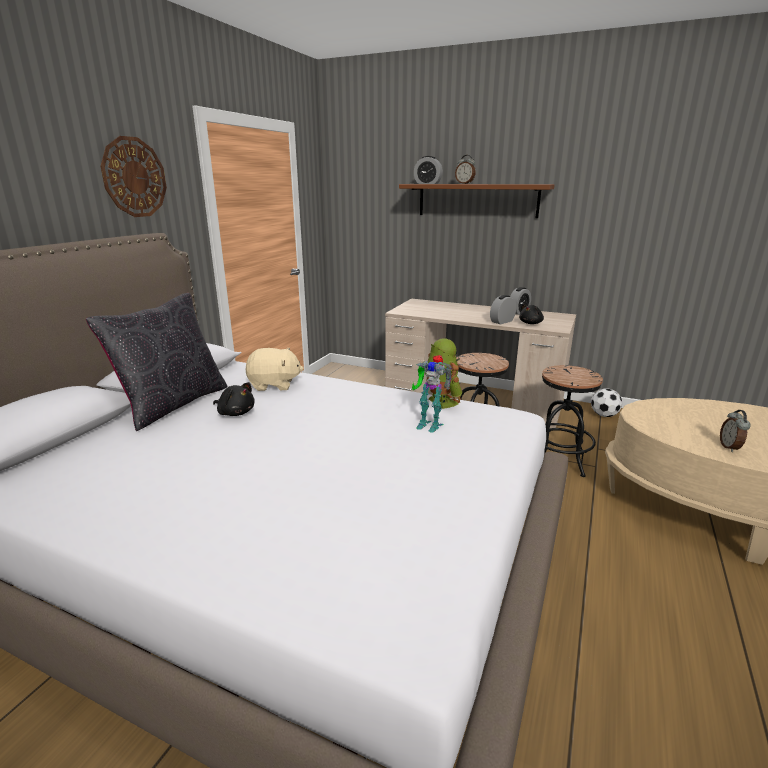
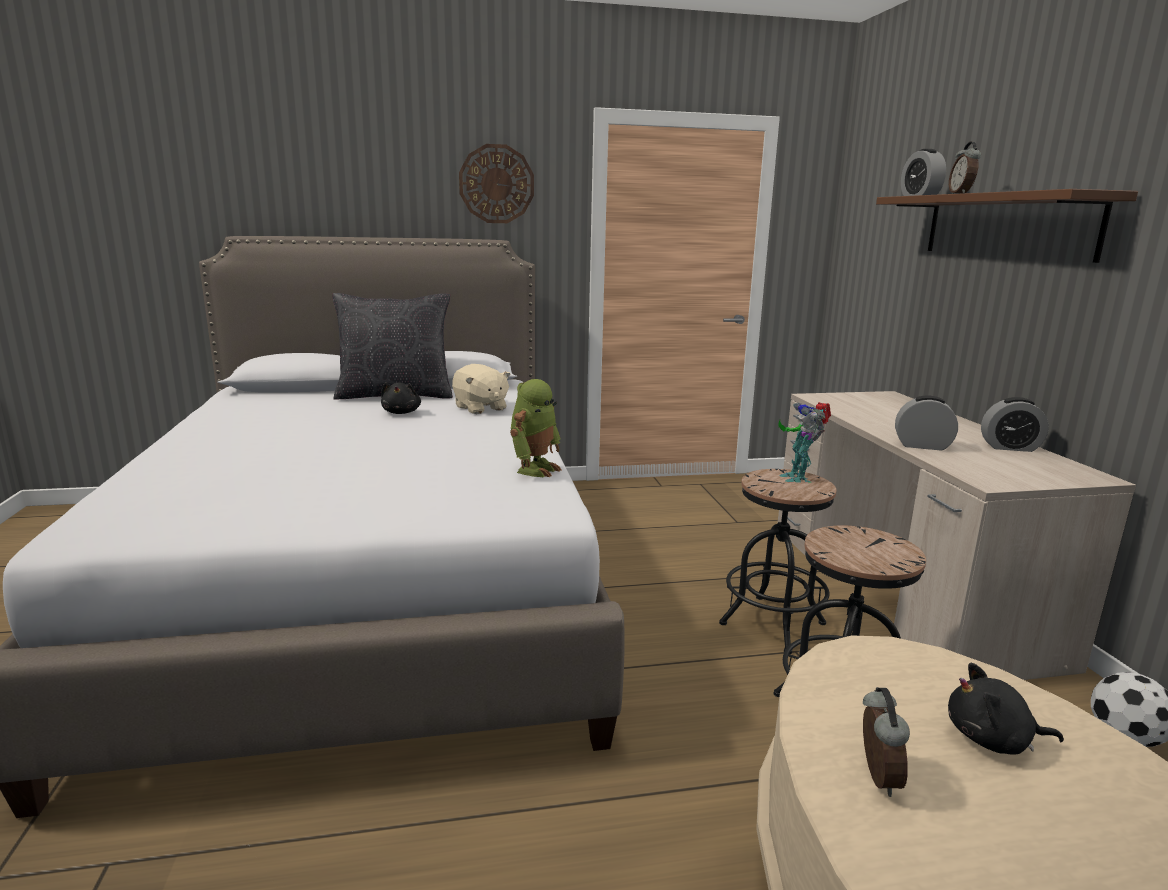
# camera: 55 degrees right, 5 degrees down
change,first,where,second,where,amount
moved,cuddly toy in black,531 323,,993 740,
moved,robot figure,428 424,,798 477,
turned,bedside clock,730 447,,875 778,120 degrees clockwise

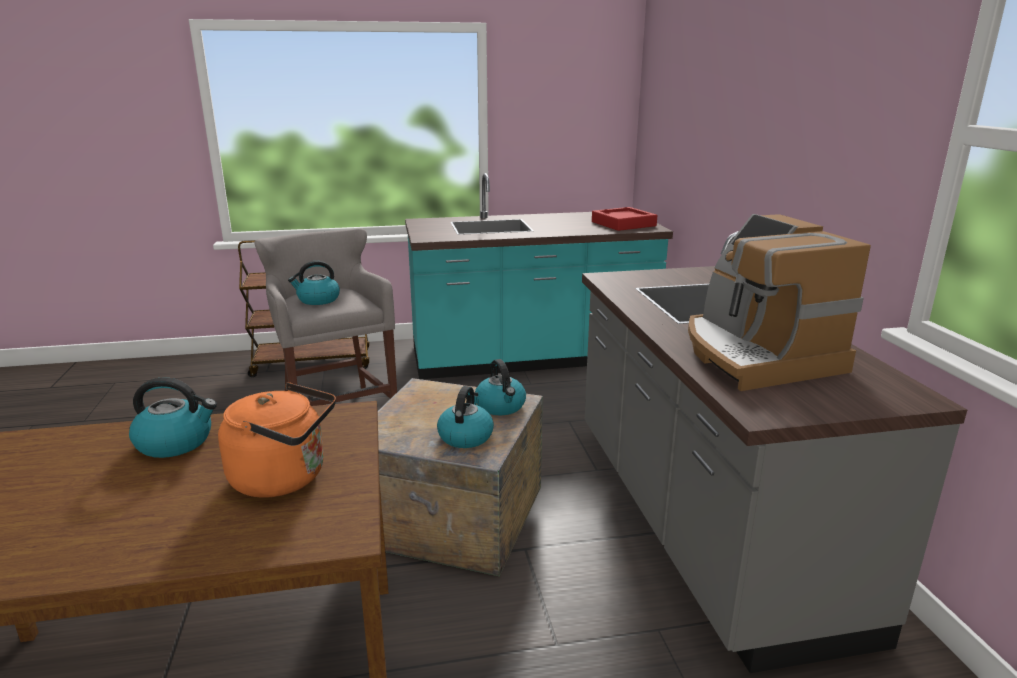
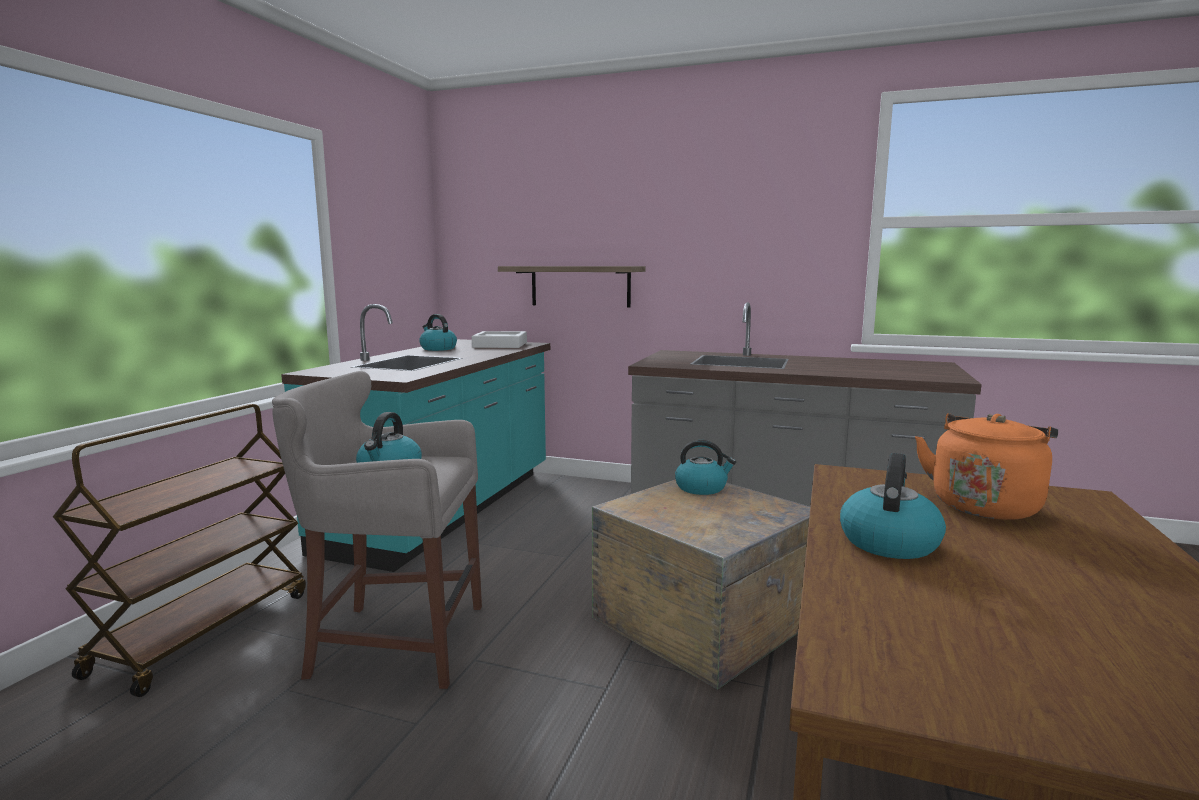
# camera: 60 degrees left, 10 degrees down
change,first,where,second,where,amount
recoloured,carrying tray in reddish,623 224,carrying tray in whitish,500 345,
removed,coffee maker,755 355,,,
moved,kettle,465 436,,437 348,
added,,,shelf,580 286,

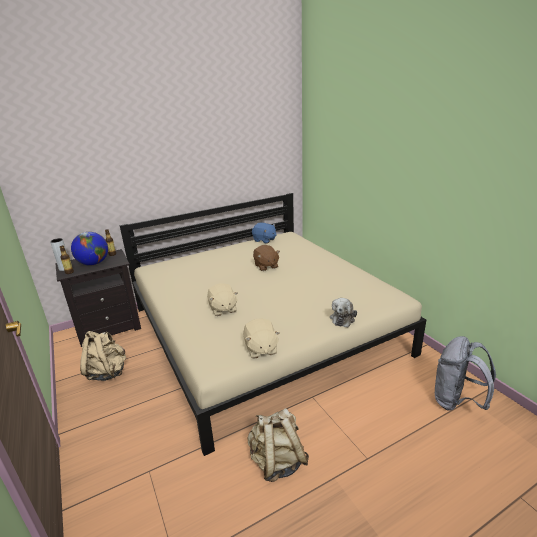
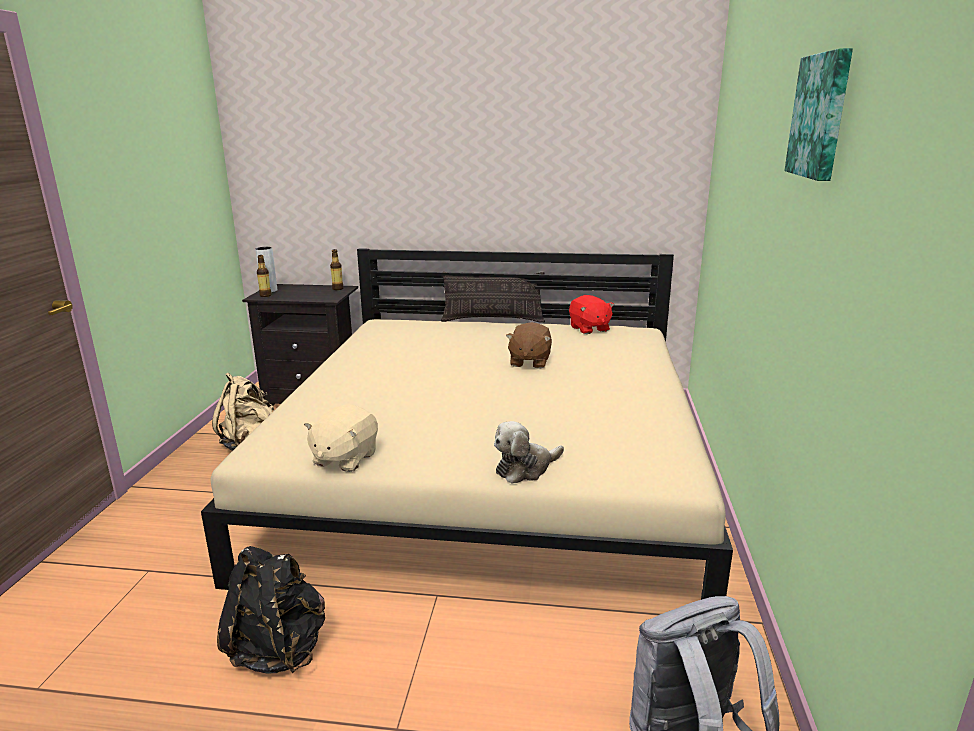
# camera: 35 degrees right, 5 degrees down
change,first,where,second,where,amount
recoloured,cuddly toy in blue,264 240,cuddly toy in reddish,589 329,
removed,globe,94 263,,,
removed,cuddly toy in beige-coloured,222 309,,,
recoloured,knapsack in beige-coloured,277 461,knapsack in black,279 649,
added,,,wall picture,821 116,
added,,,cushion,493 320,

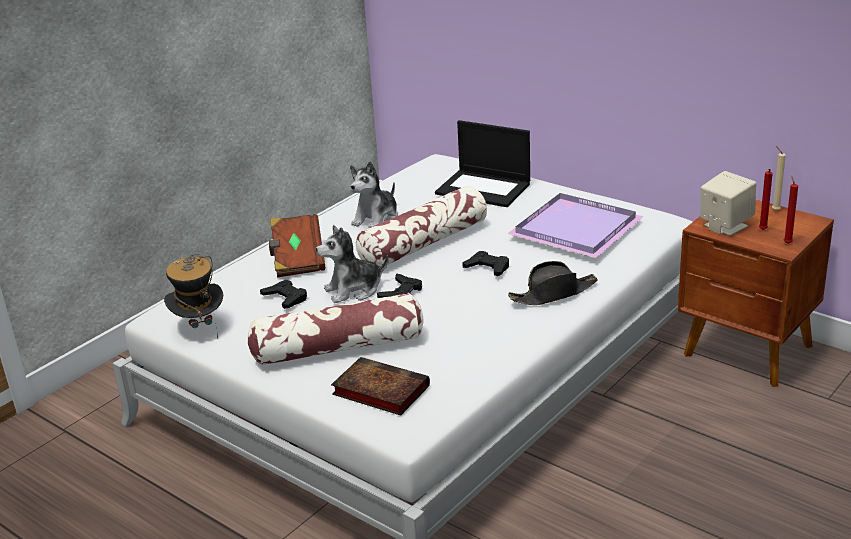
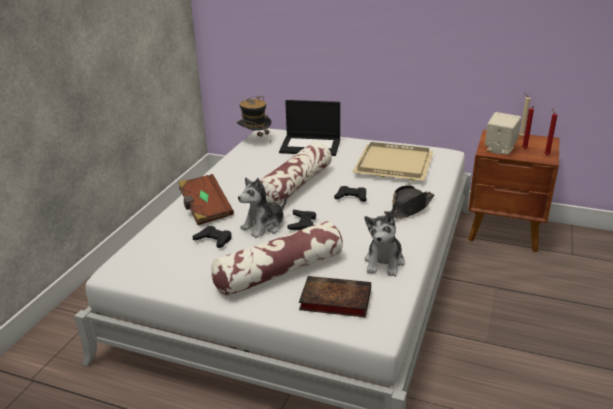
# camera: 20 degrees left, 0 degrees up
change,first,where,second,where,amount
moved,cuddly toy,376 219,,384 262,
recoloured,carrying tray in purple-coloured,575 228,carrying tray in beige-coloured,392 163,
moved,clothing hat,199 328,,255 140,

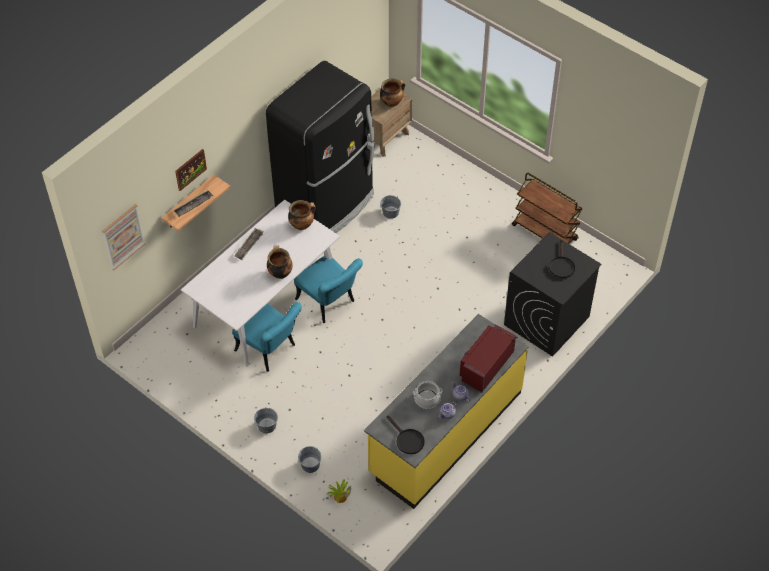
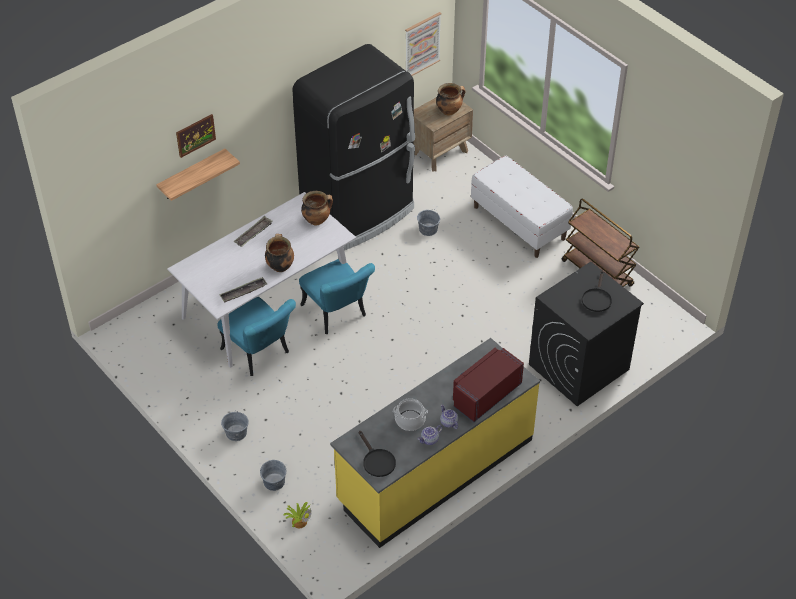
# camera: 10 degrees right, 5 degrees down
change,first,where,second,where,amount
moved,carrying tray,193 205,,243 292,
moved,wall picture,123 236,,422 45,
added,,,indoor bench in whitish,519 223,

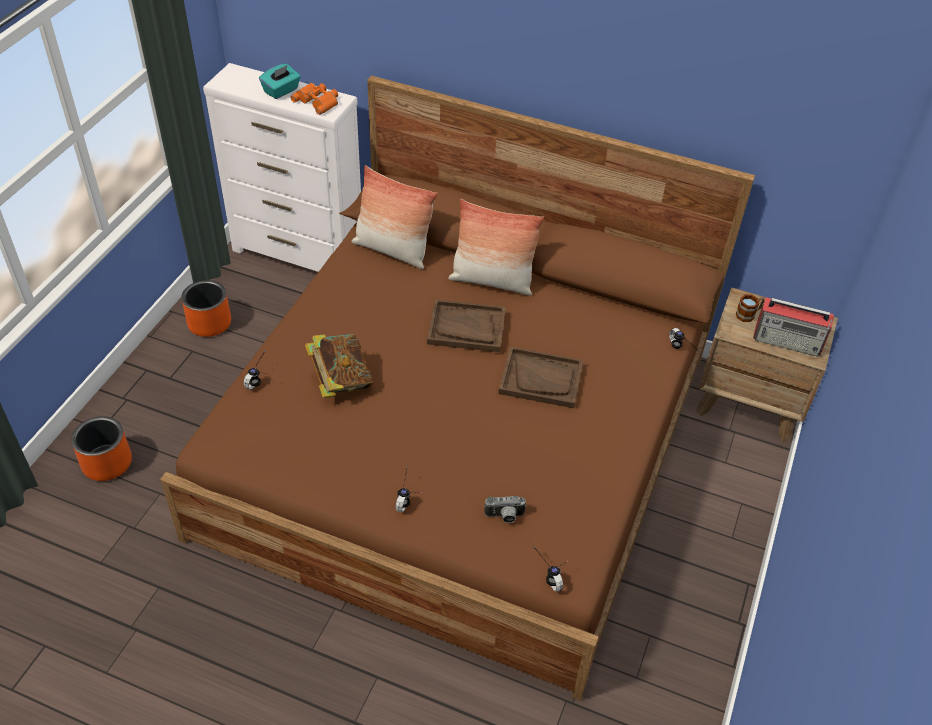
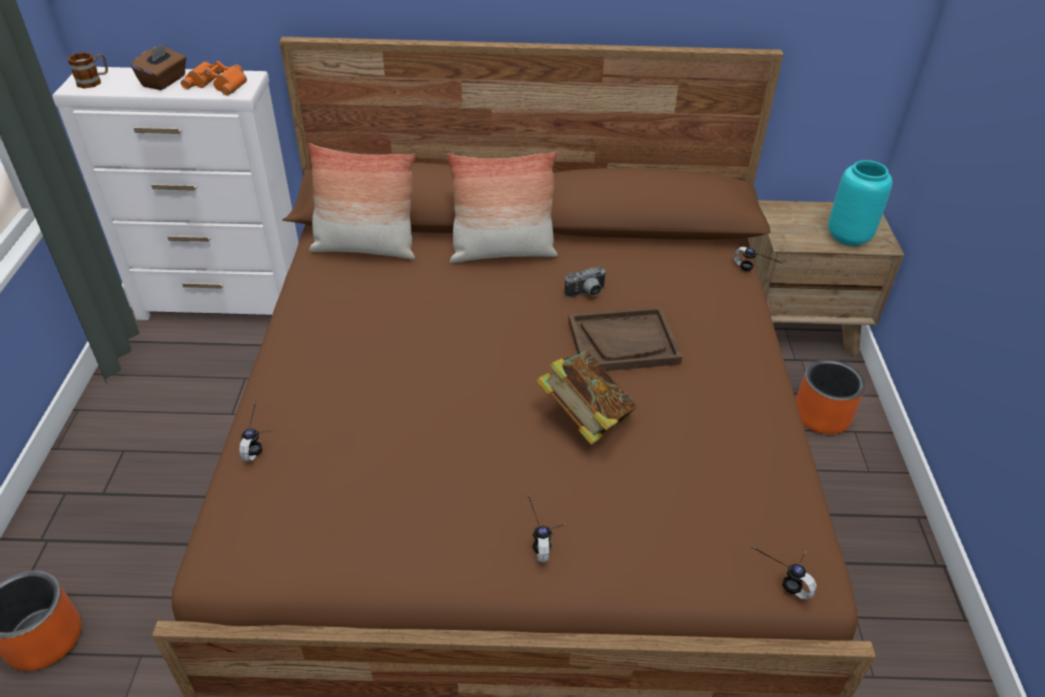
# camera: 20 degrees left, 5 degrees down
change,first,where,second,where,amount
recoloured,box of tissues in turquoise,281 91,box of tissues in brownish,164 81,
moved,planter in orange-coloured,209 322,,821 415,
moved,coffee mug,748 314,,94 81,
replaced,radio receiver,788 341,decorative vase in turquoise,849 236,
removed,carrying tray in brownish,466 328,,,
moved,volume,340 381,,585 419,
moved,photo camera,504 517,,586 294,

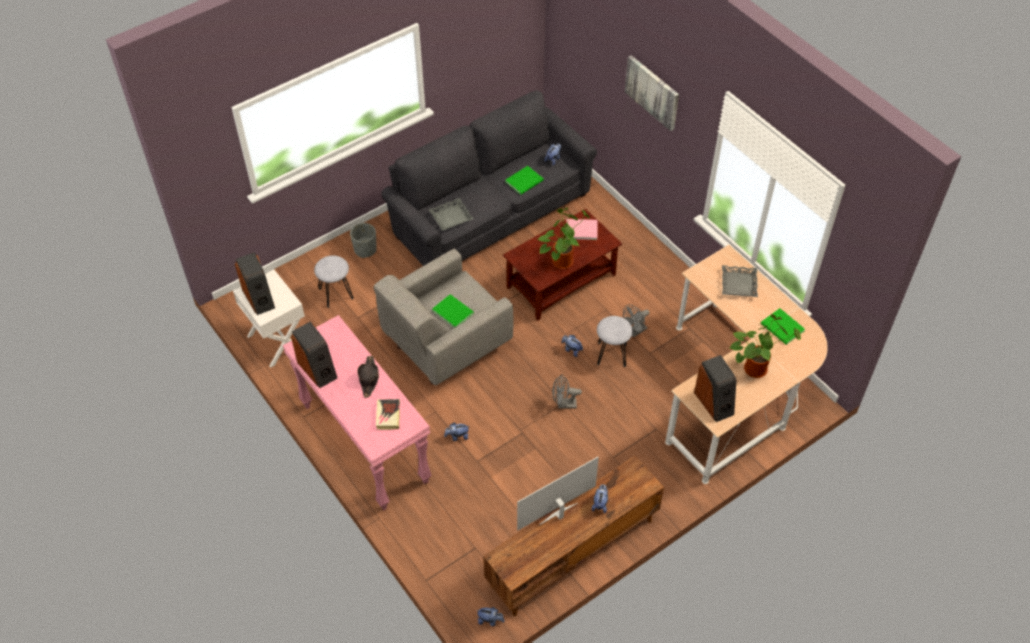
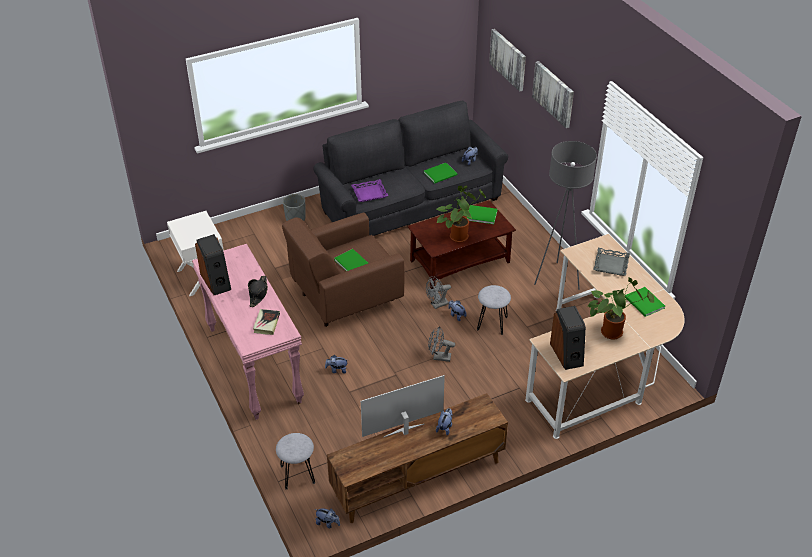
# camera: 10 degrees right, 10 degrees down
change,first,where,second,where,amount
recoloured,carrying tray in gray,451 217,carrying tray in purple-coloured,369 193,
recoloured,volume in pinkish,580 229,volume in greenish,481 215,
recoloured,easy chair in gray,444 345,easy chair in brownish,344 298,
removed,speaker,259 298,,,
moved,stool seat in gray,336 293,,298 474,
moved,fan in gray,634 332,,437 305,
added,,,wall picture,508 59,
added,,,standing lamp in gray,557 279,

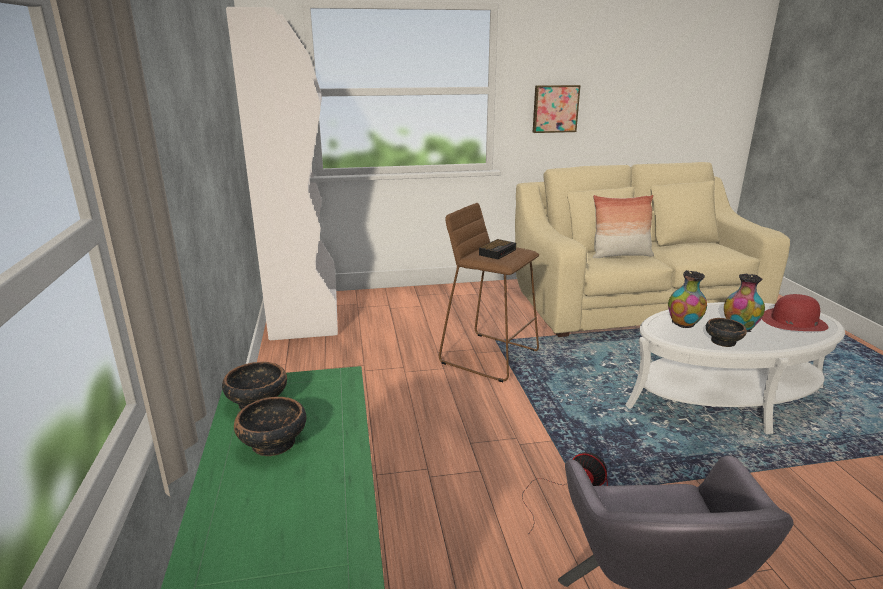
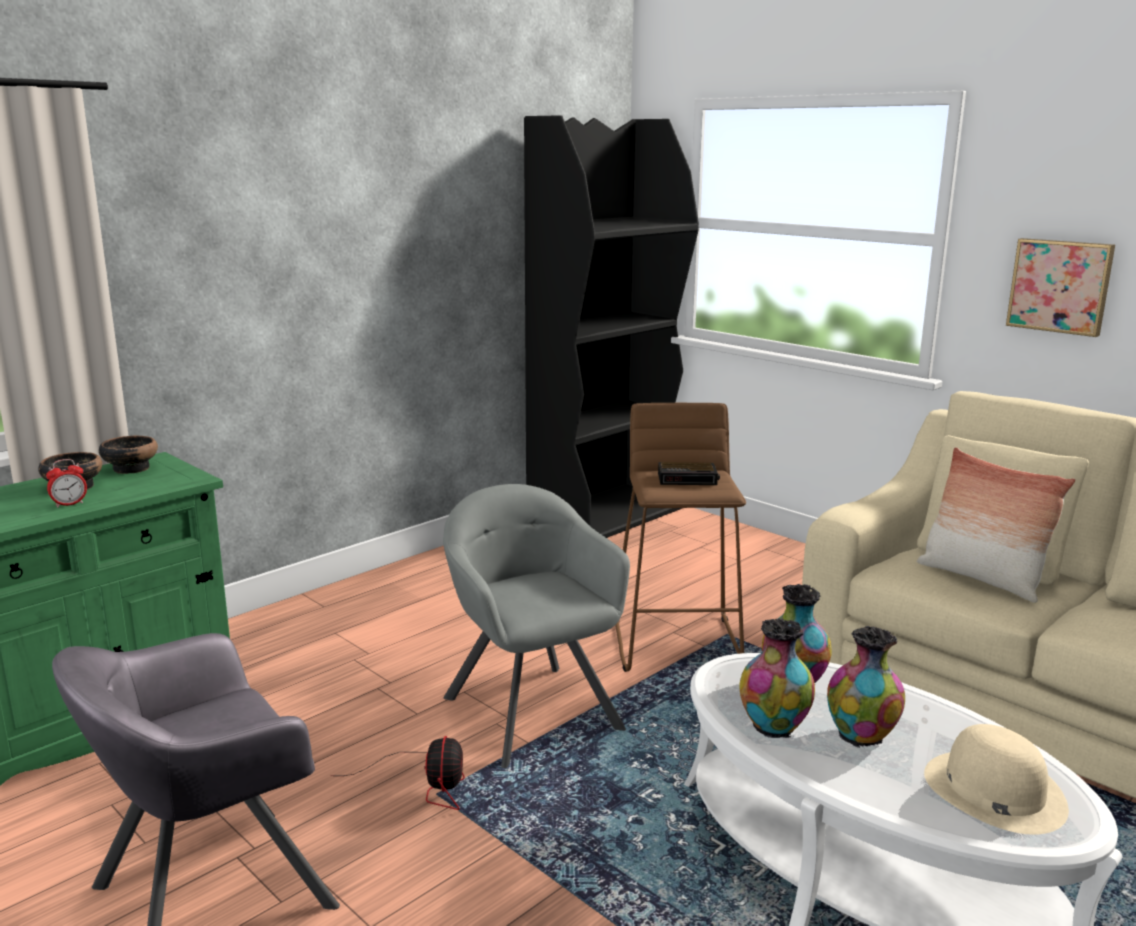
# camera: 55 degrees right, 5 degrees down
change,first,where,second,where,amount
recoloured,bookshelf in whitish,305 314,bookshelf in black,607 514,
recoloured,clothing hat in reddish,793 321,clothing hat in beige-coloured,993 790,
replaced,deep dish,722 341,decorative vase,774 727,
added,,,bedside clock,69 504,
added,,,easy chair in gray,532 712,

